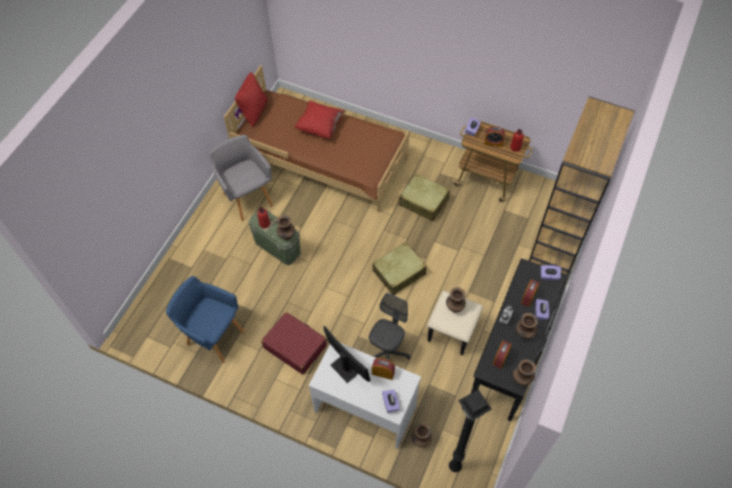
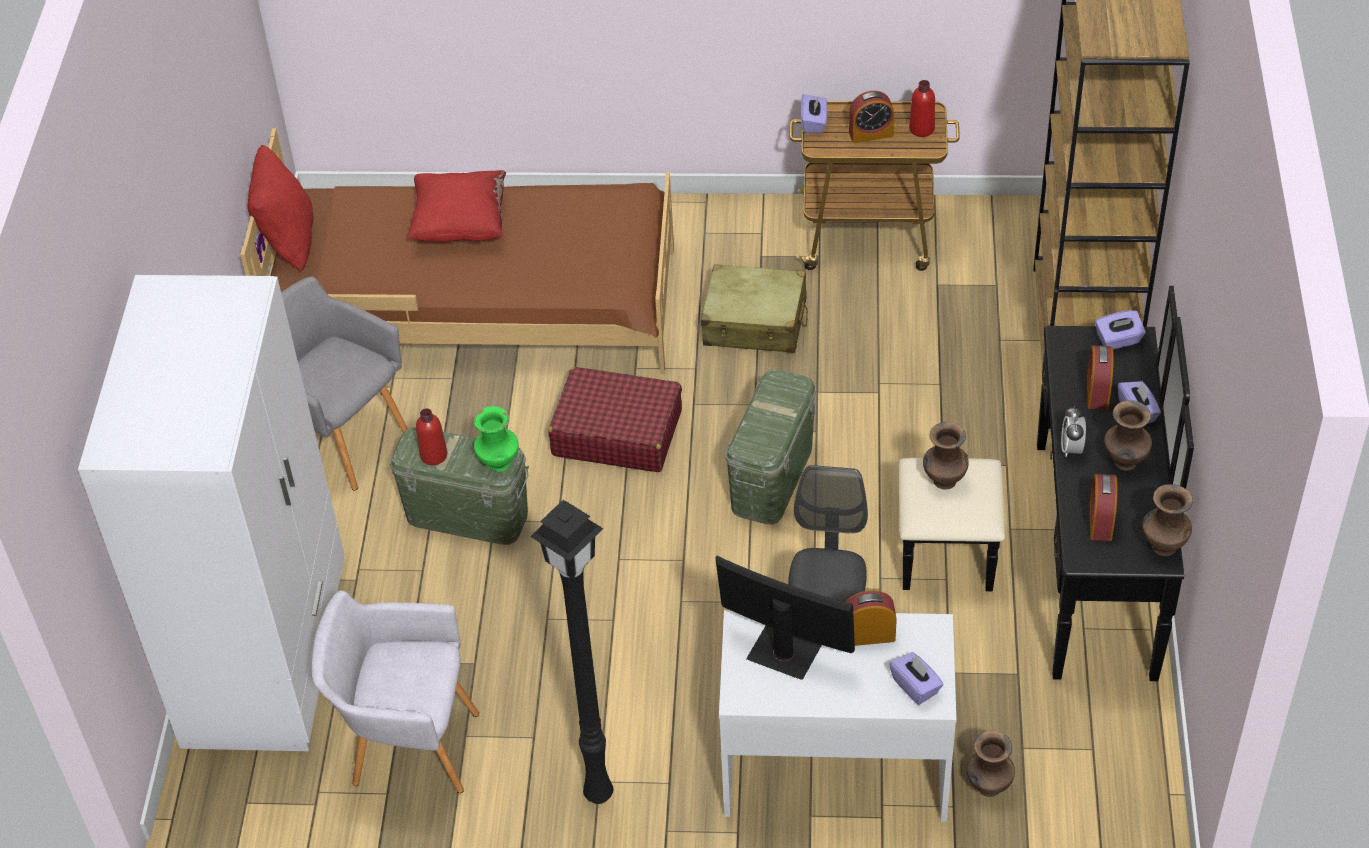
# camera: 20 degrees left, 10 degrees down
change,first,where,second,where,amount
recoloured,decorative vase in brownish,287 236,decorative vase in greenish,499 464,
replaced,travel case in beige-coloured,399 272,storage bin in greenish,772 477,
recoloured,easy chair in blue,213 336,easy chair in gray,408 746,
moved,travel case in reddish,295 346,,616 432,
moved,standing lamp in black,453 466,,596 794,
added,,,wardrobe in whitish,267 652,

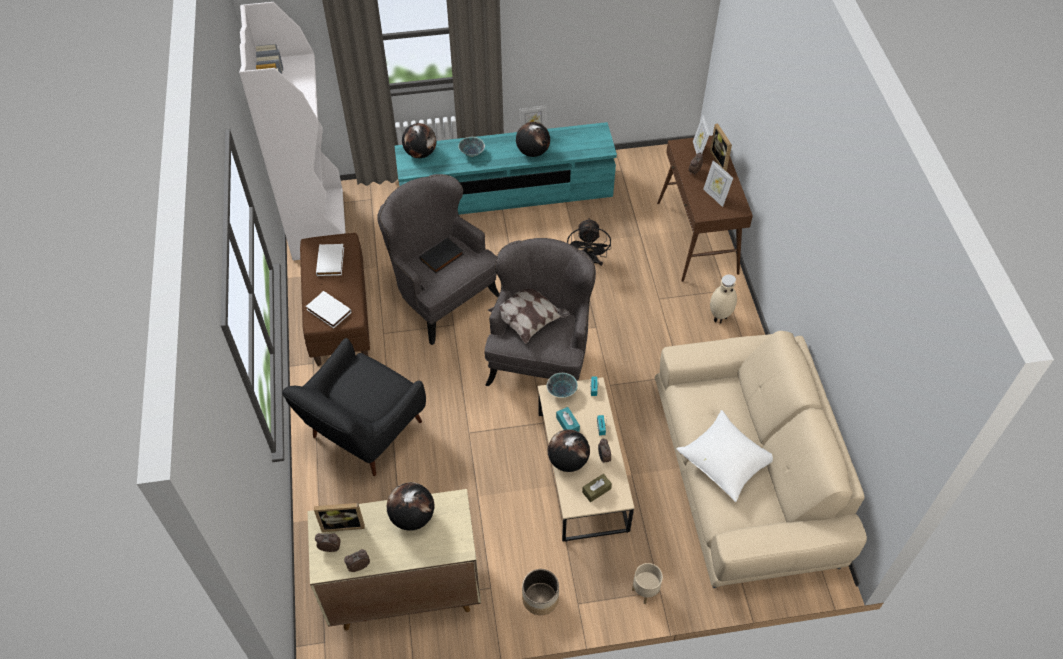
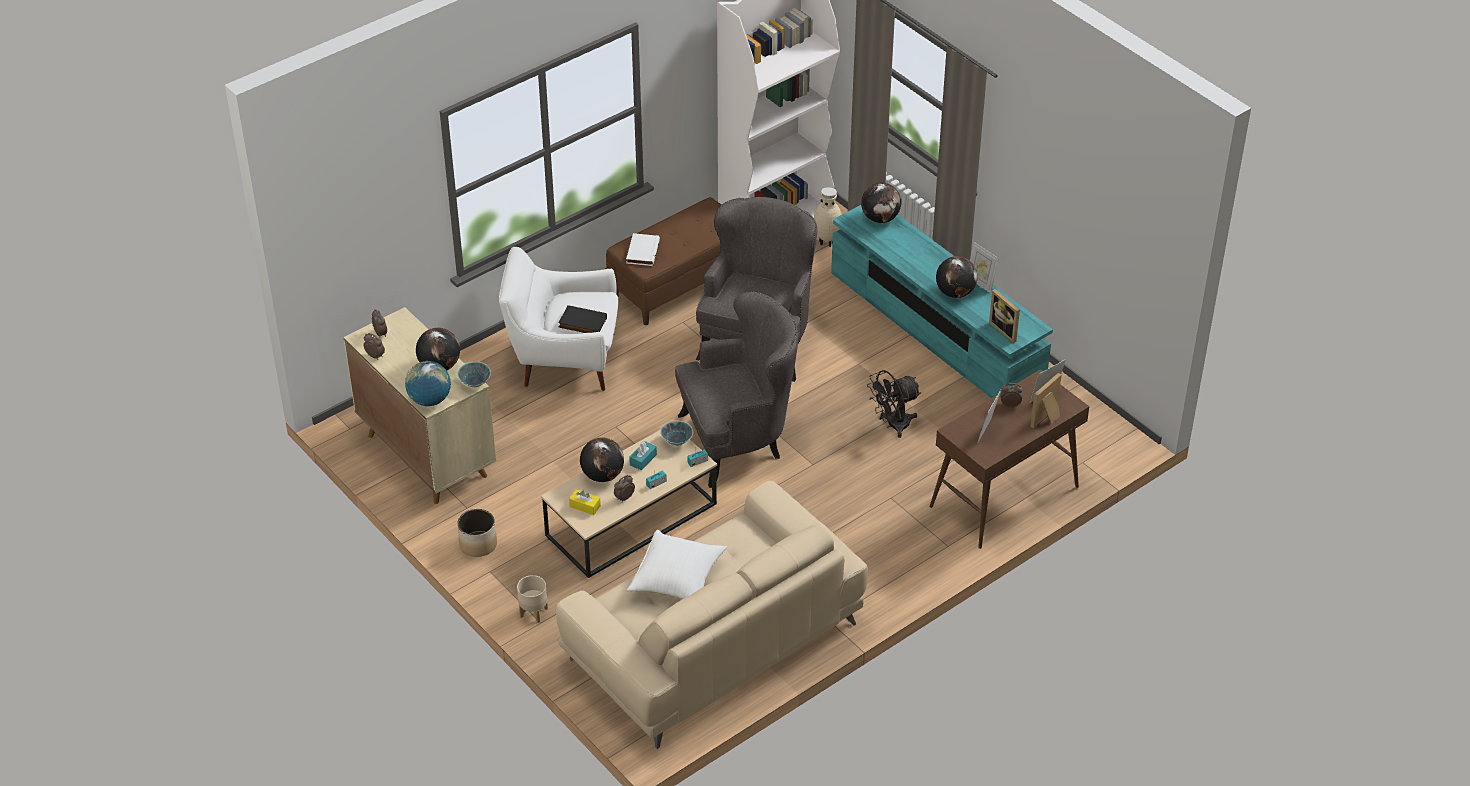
# camera: 60 degrees right, 10 degrees down
change,first,where,second,where,amount
moved,deep dish,471 153,,475 383,
moved,volume in black,442 257,,582 323,
removed,volume in whitish,331 261,,,
moved,decorative vase in beige-coloured,719 317,,827 242,
removed,cushion,529 320,,,
recoloured,easy chair in black,363 433,easy chair in whitish,563 360,
recoloured,box of tissues in brownish,596 490,box of tissues in yellowish,585 506,
moved,standing frame,343 523,,1006 330,
added,,,globe,429 400,

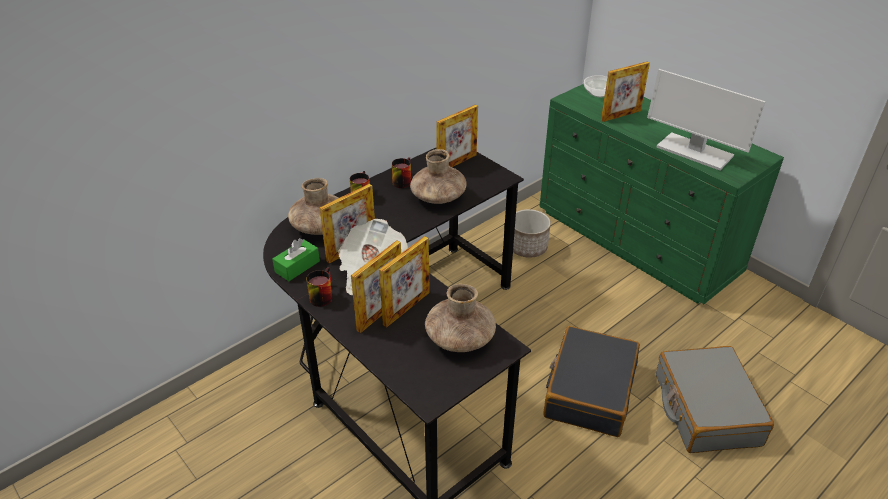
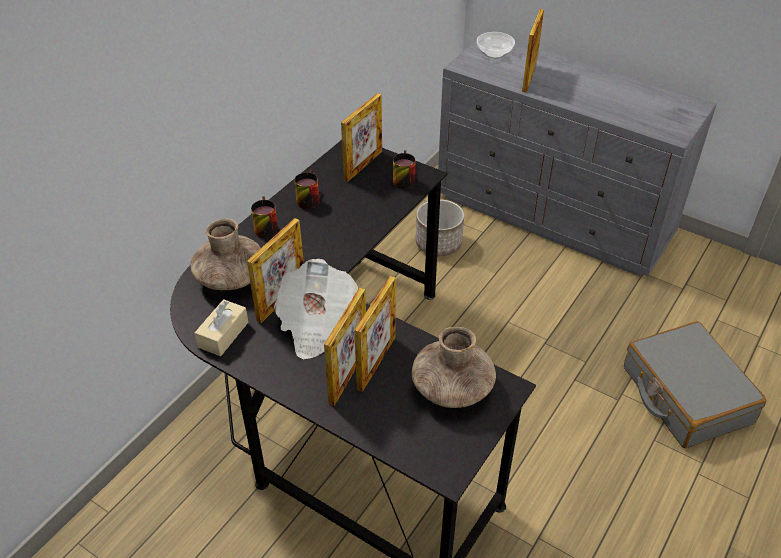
# camera: 15 degrees left, 5 degrees up
change,first,where,second,where,amount
turned,standing frame,621 115,,529 78,150 degrees clockwise
removed,computer display,693 152,,,
recoloured,drawer chest in greenish,637 241,drawer chest in gray,555 215,
removed,decorative vase in brownish,438 197,,,
recoloured,box of tissues in greenish,297 266,box of tissues in beige-coloured,223 335,
moved,coffee mug,321 295,,401 179,
removed,travel case in black,589 390,,,

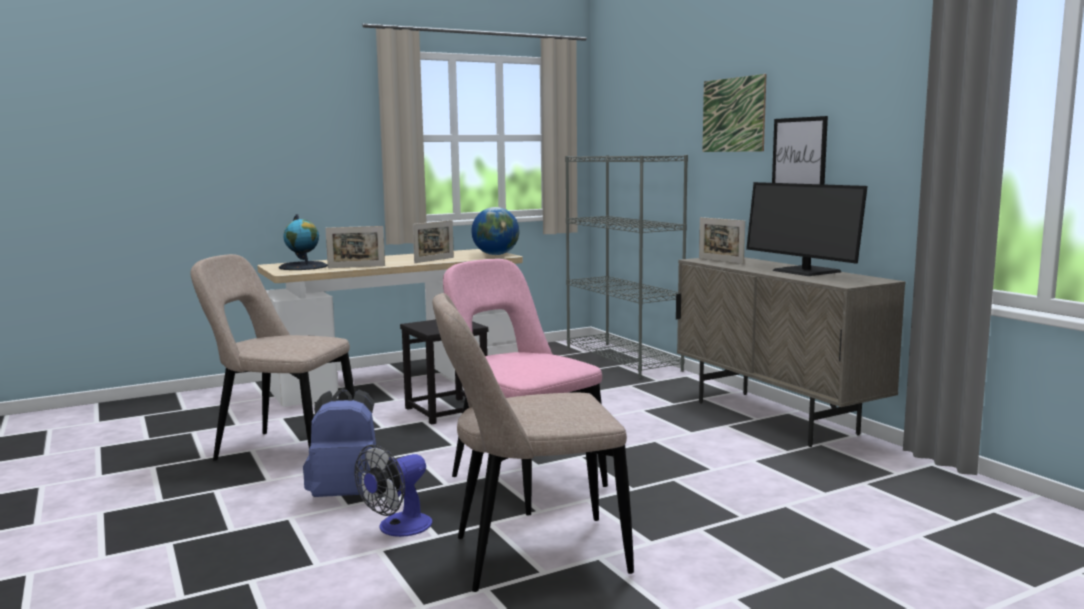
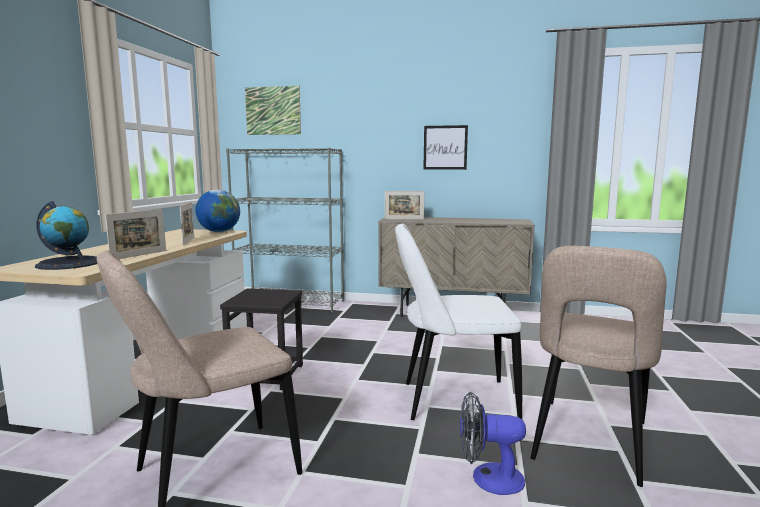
# camera: 50 degrees left, 0 degrees up
change,first,where,second,where,amount
moved,wall picture,733 115,,273 110,
removed,computer display,805 271,,,
recoloured,upright chair in pinkish,522 480,upright chair in whitish,452 400,
removed,knapsack in blue,348 494,,,
turned,fan,398 528,,488 478,105 degrees clockwise

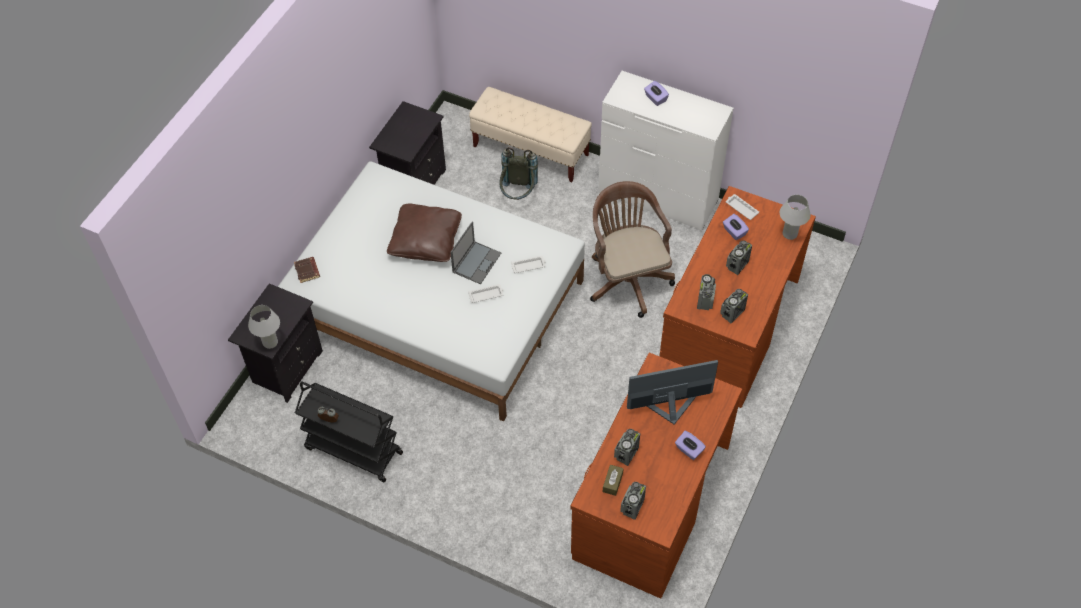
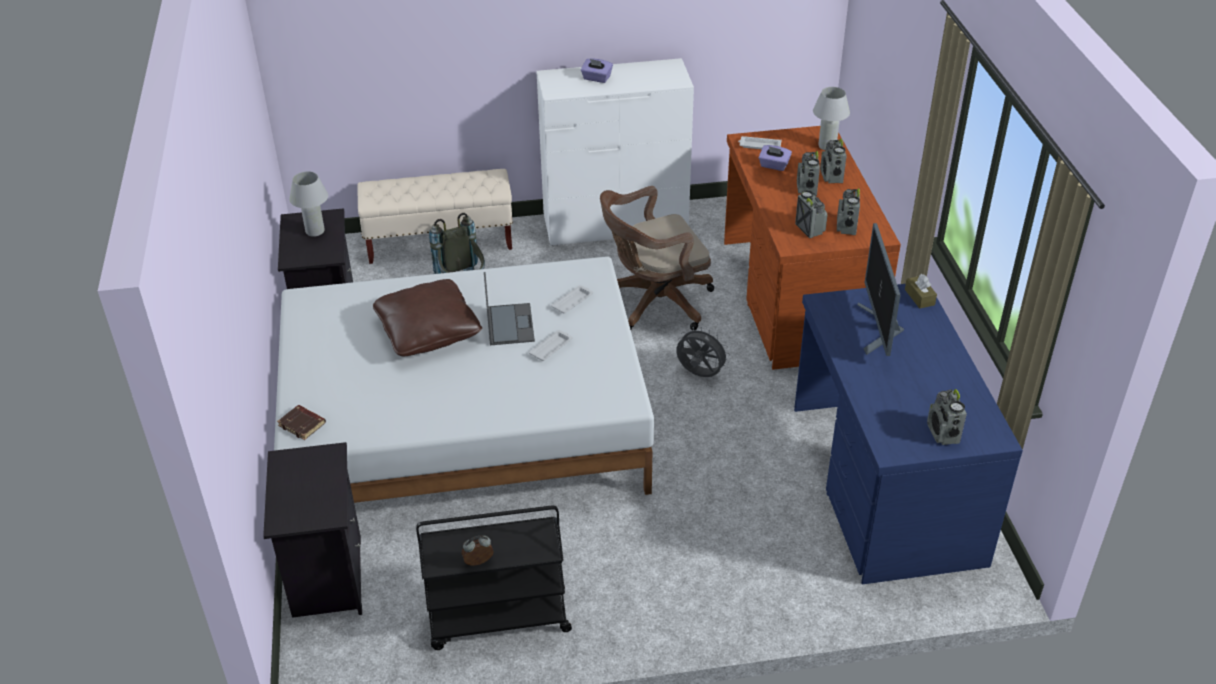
# camera: 35 degrees left, 15 degrees down
change,first,where,second,where,amount
turned,desk chair in brownish,627 278,,653 303,60 degrees counterclockwise
moved,table lamp in whitish,270 342,,315 231,
recoloured,desk table in brownish,650 502,desk table in blue,884 484,
turned,computer display,669 408,,879 330,45 degrees counterclockwise
moved,radio receiver,626 454,,831 177,
removed,box of tissues in purple-coloured,689 450,,,
moved,box of tissues in brownish,612 482,,919 297,
added,,,fan in gray,699 375,

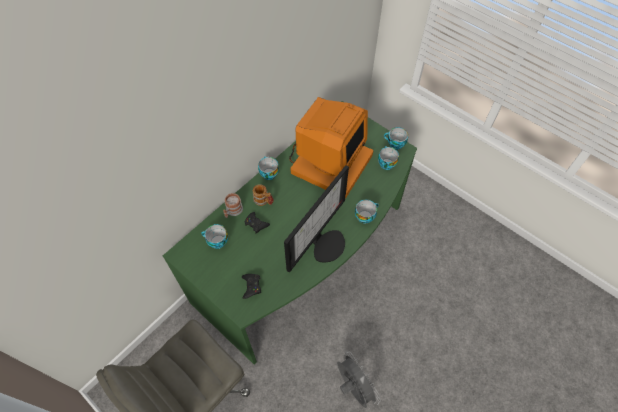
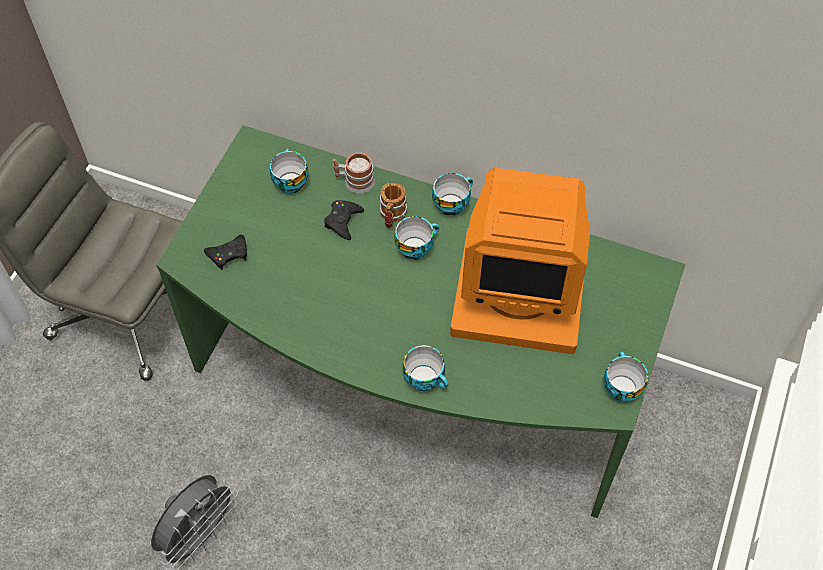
# camera: 70 degrees right, 0 degrees up
change,first,where,second,where,amount
moved,cup,386 163,,415 247,
removed,computer display,325 243,,,

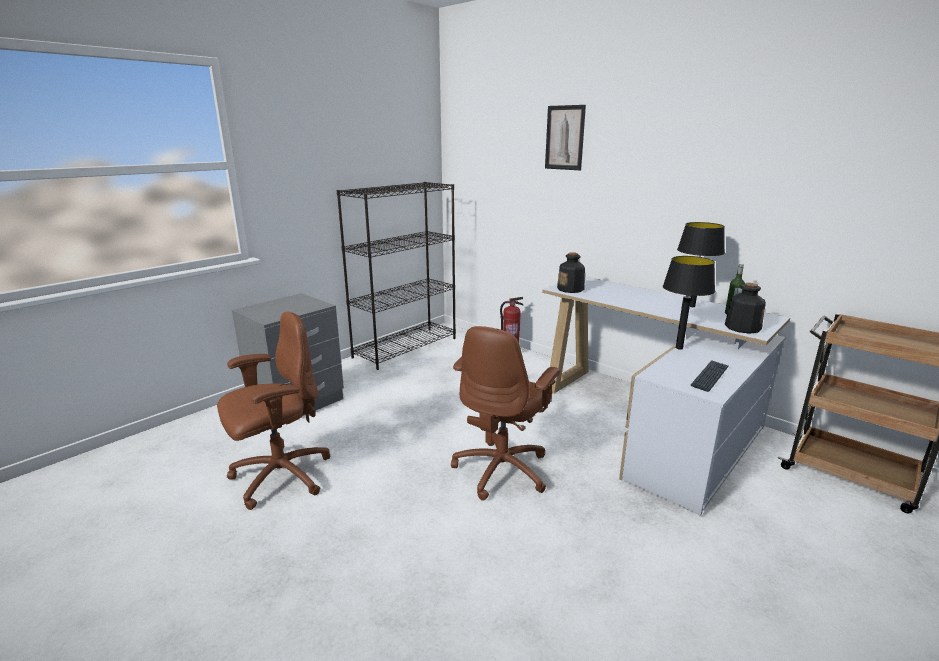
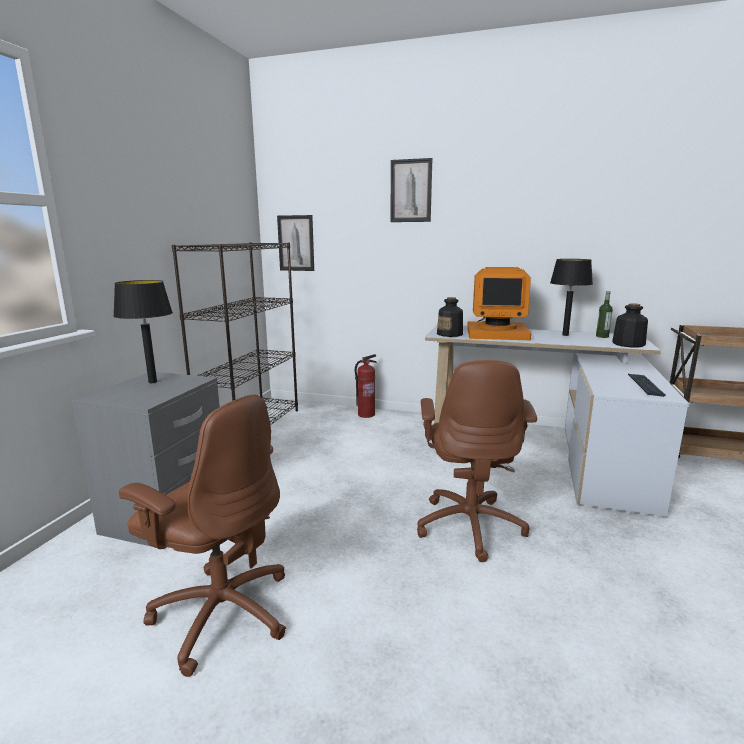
# camera: 25 degrees left, 5 degrees down
change,first,where,second,where,amount
moved,table lamp in black,679 348,,153 382,
turned,desk chair in brownish,280 477,,222 612,90 degrees clockwise
added,,,wall picture,296 243,
added,,,computer display,497 333,

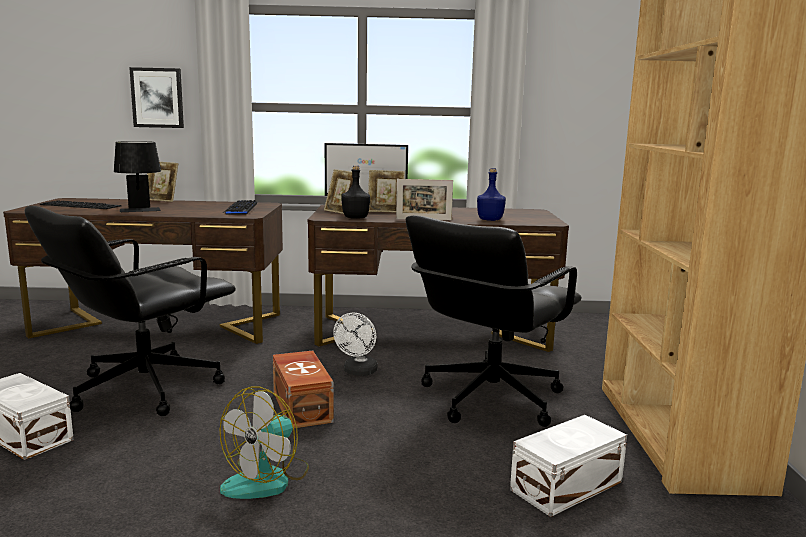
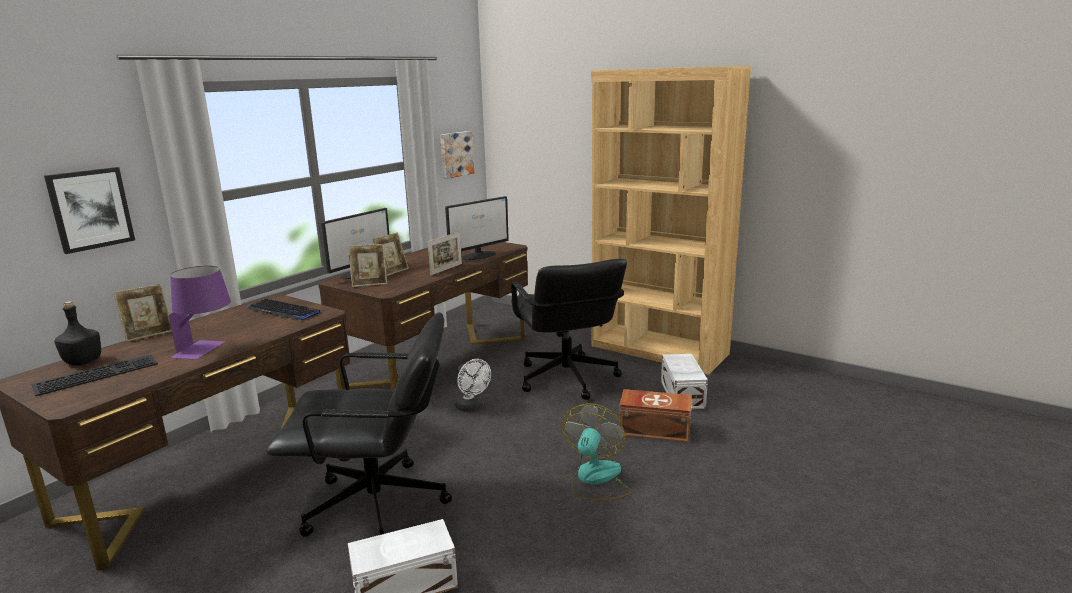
# camera: 55 degrees left, 5 degrees up
change,first,where,second,where,amount
recoloured,table lamp in black,140 211,table lamp in purple-coloured,207 350,
moved,bottle in black,355 218,,82 362,
replaced,bottle in blue,490 220,computer display,479 255,
turned,desk chair in black,143 388,,378 507,75 degrees counterclockwise
moved,storage bin in brownish,303 406,,653 429,
turned,fan,267 479,,595 479,135 degrees counterclockwise
added,,,wall picture,455 154,

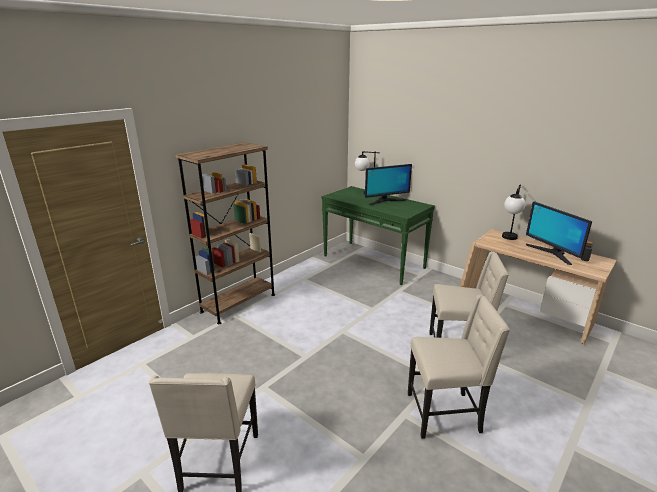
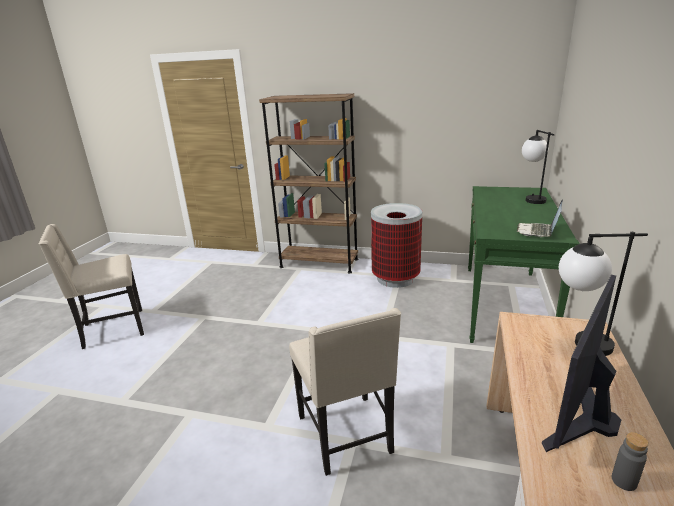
# camera: 65 degrees right, 0 degrees up
change,first,where,second,where,amount
removed,computer display,385 201,,,
removed,upright chair in beige-coloured,445 413,,,
added,,,laptop,538 231,
added,,,rubbish bin,395 278,

